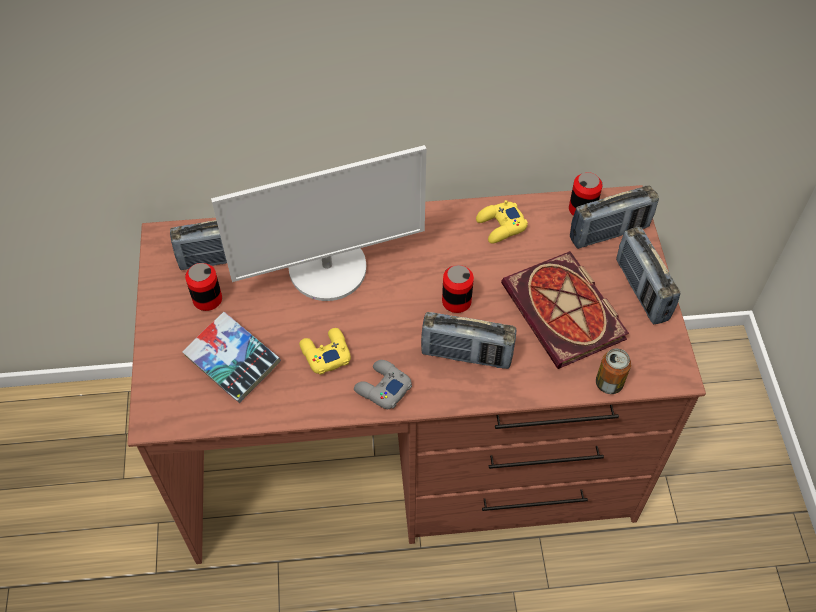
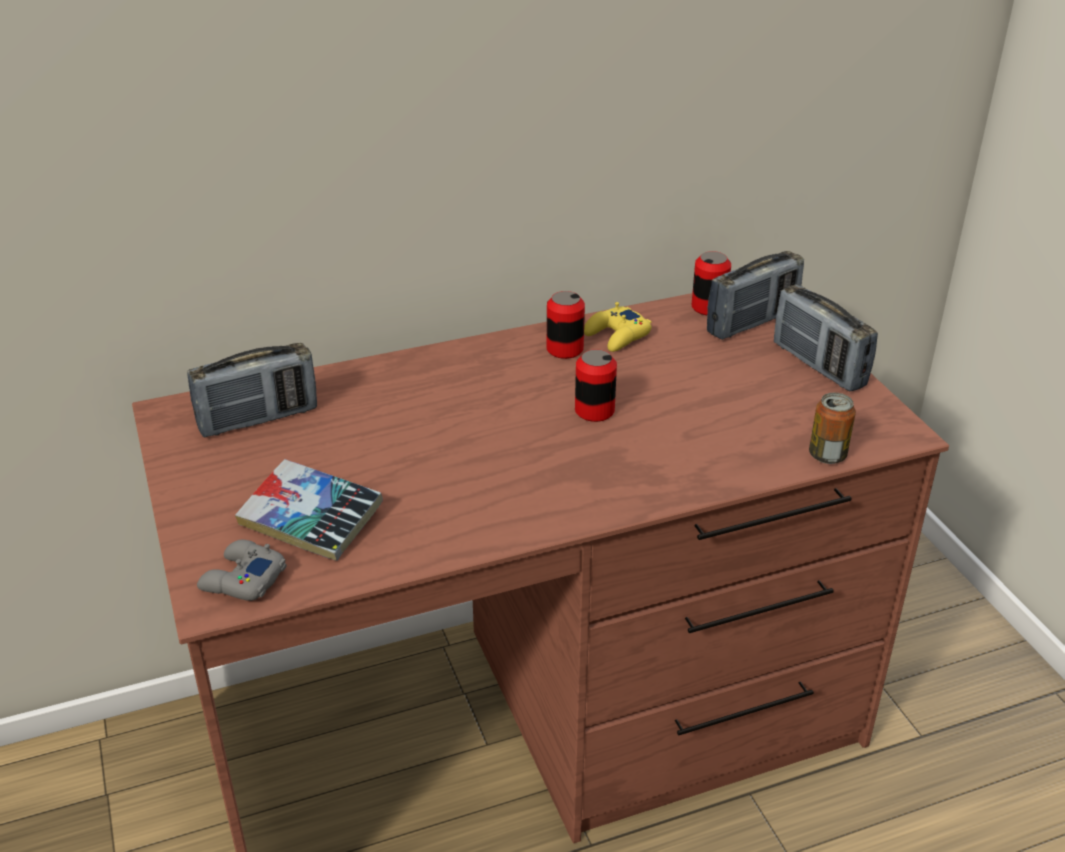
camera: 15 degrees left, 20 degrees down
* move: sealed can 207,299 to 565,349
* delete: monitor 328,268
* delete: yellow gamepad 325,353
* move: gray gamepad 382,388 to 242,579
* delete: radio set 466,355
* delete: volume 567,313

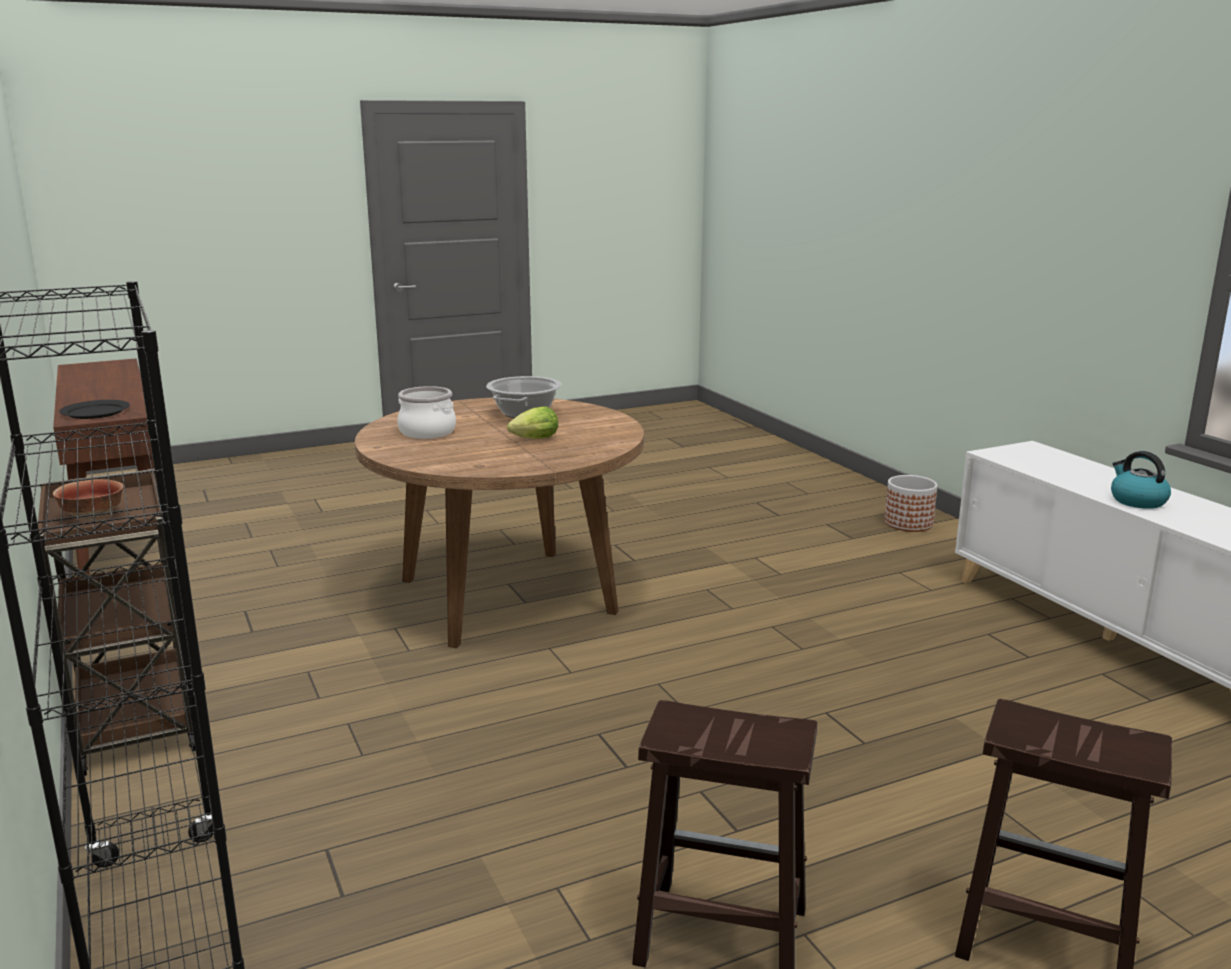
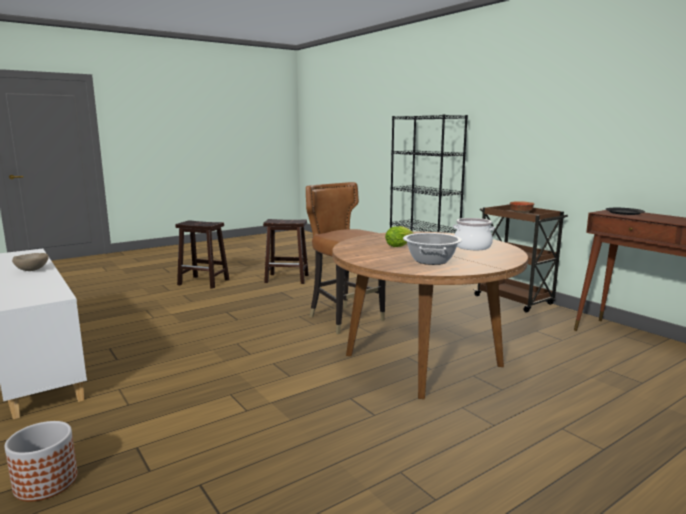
camera: 170 degrees right, 5 degrees down
* replace: kettle 1137,501 to beige bowl 32,270
* insert: brownish upright chair 346,320

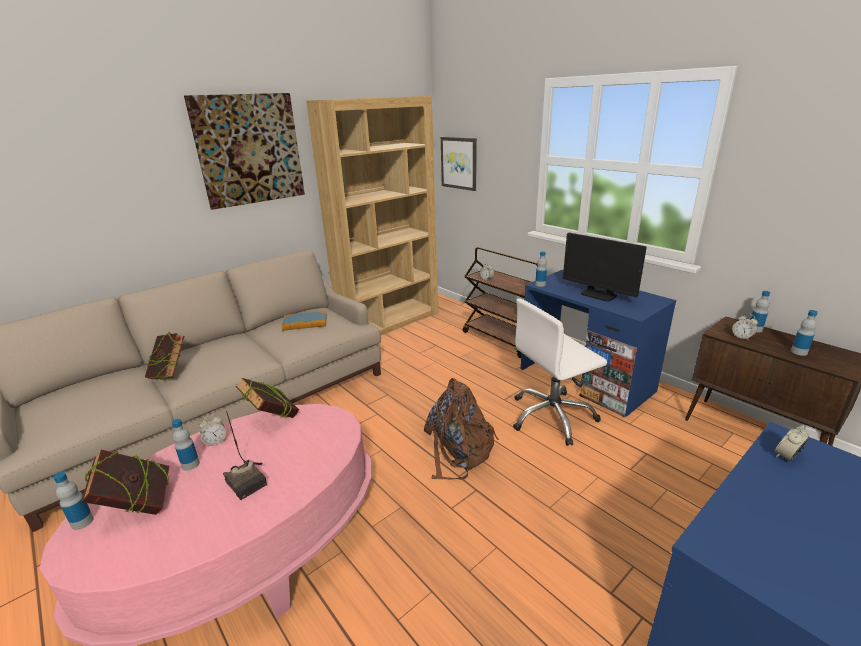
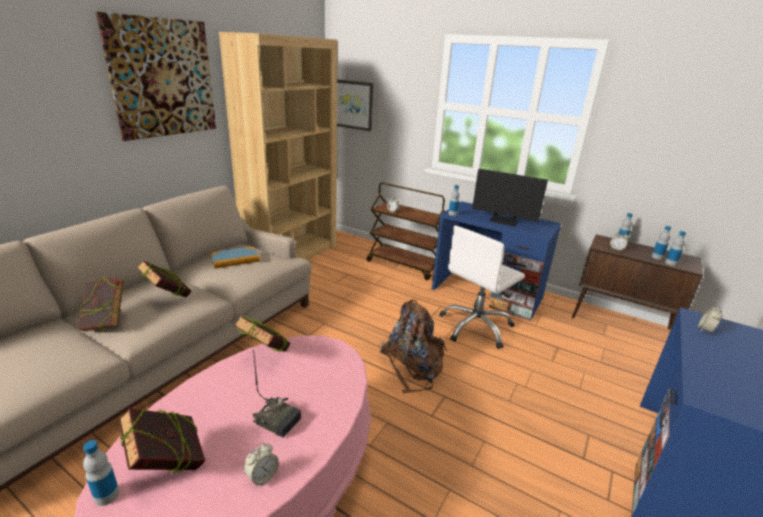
camera: 20 degrees left, 0 degrees up
* move: beverage bottle 190,464 to 670,263
* move: bedside clock 215,441 to 262,476
* insert: volume 168,298

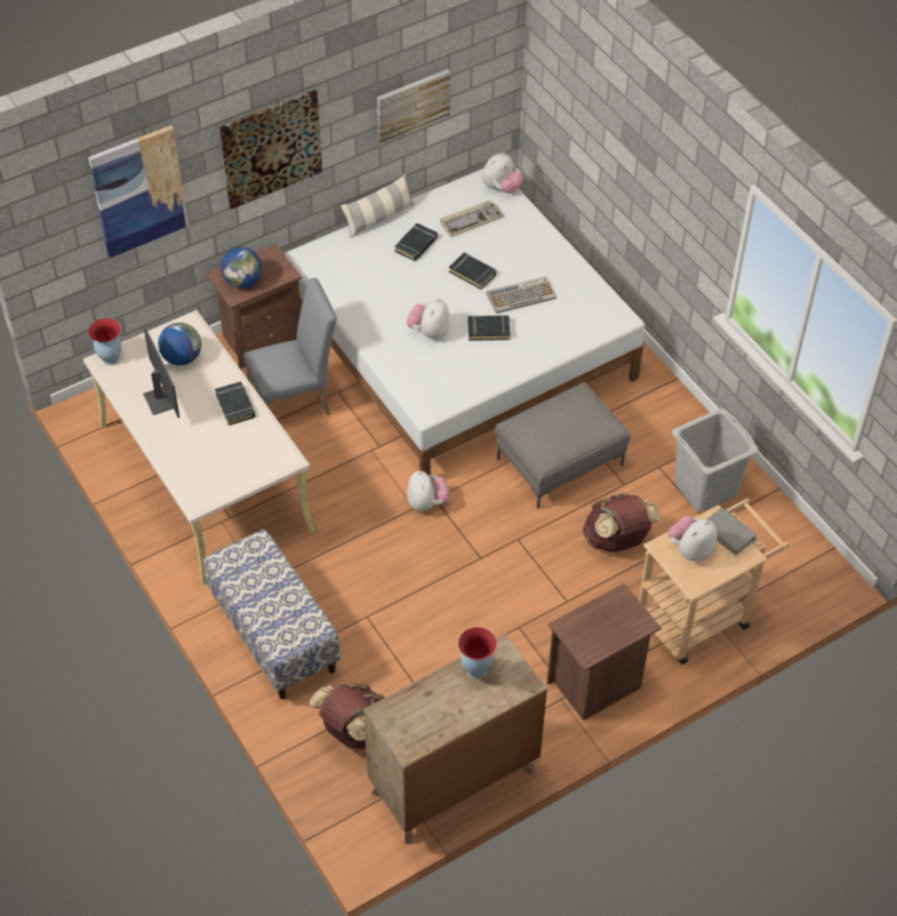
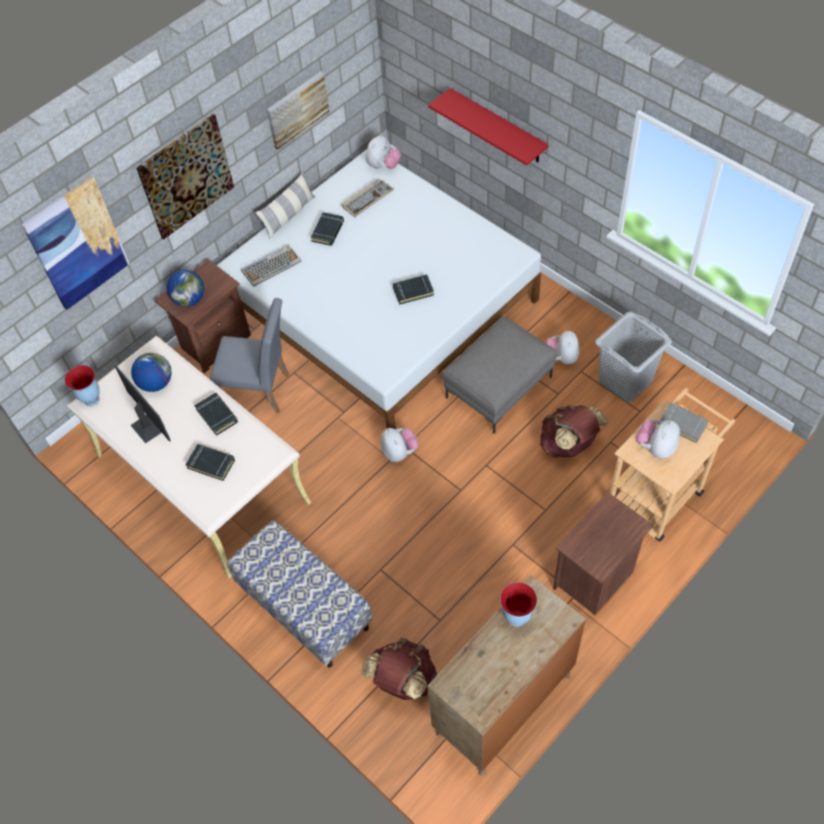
camera: 10 degrees left, 5 degrees up
* rotate: gray upright chair 296,403 = 261,391 45 degrees clockwise
* move: plush toy 429,331 to 561,358
* move: black volume 472,273 to 211,463
* move: keyboard 521,295 to 271,266
* insert: red wall shelf 498,126

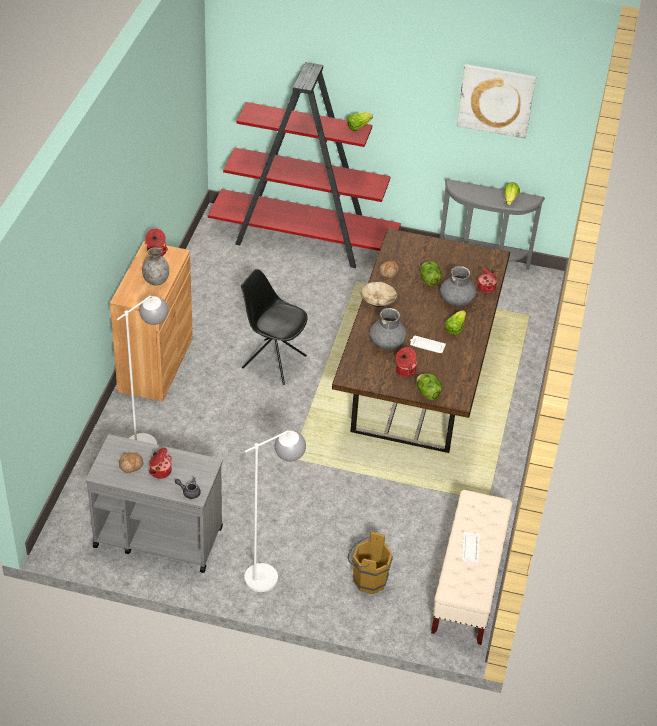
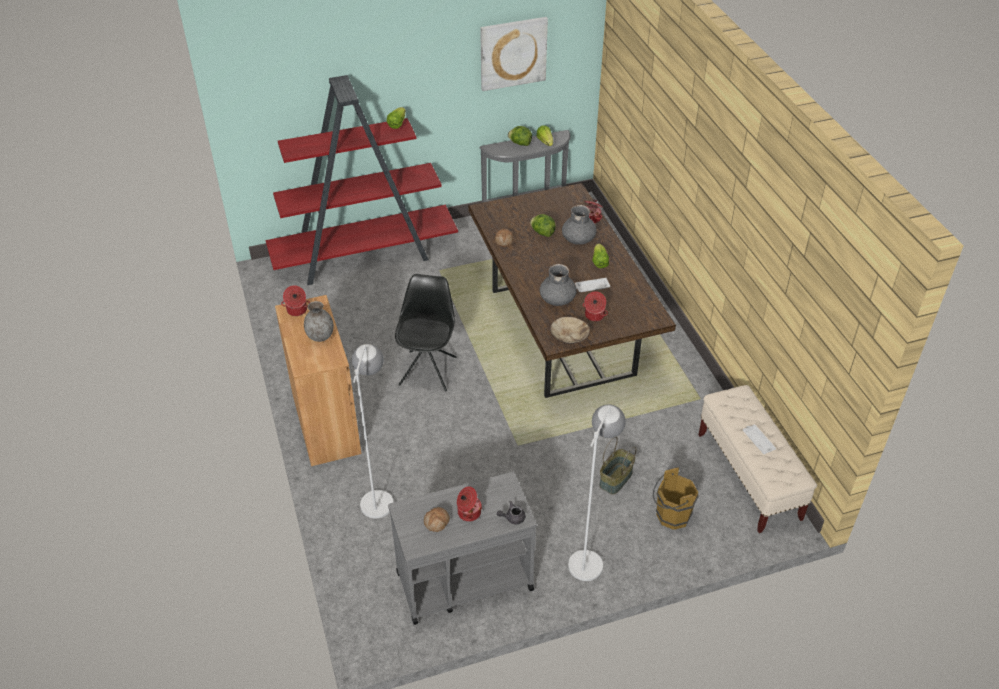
camera: 30 degrees left, 0 degrees up
* rotate: black upright chair 273,361 = 428,370 105 degrees clockwise
* move: beige bowl 378,301 to 569,337
* move: lettuce head 427,393 to 520,143
* insert: household basket 616,479

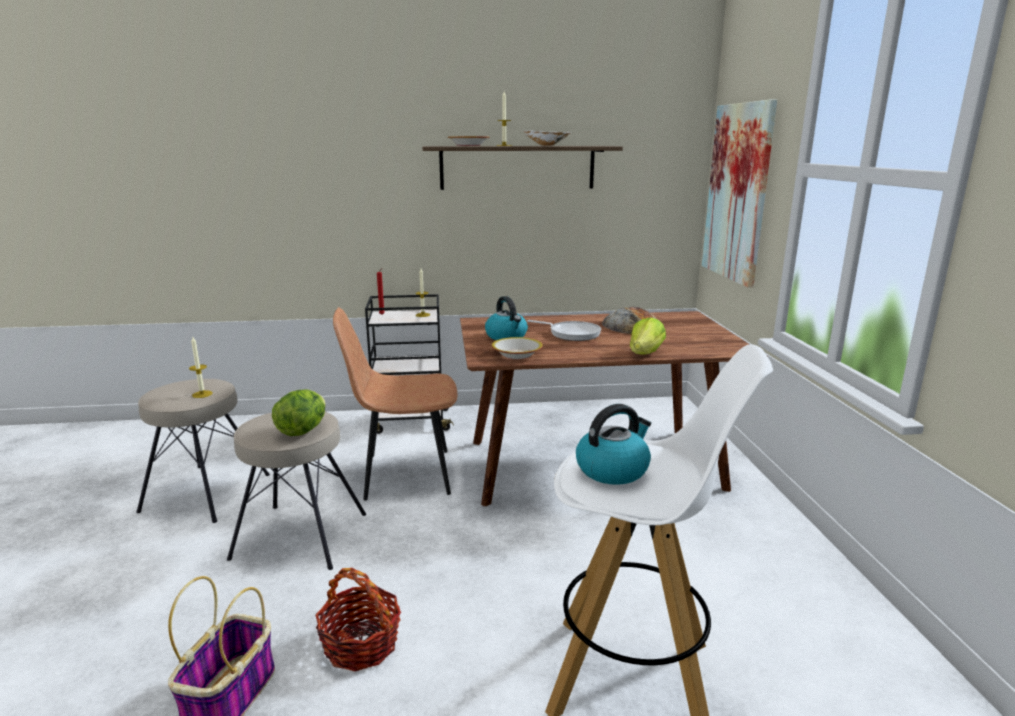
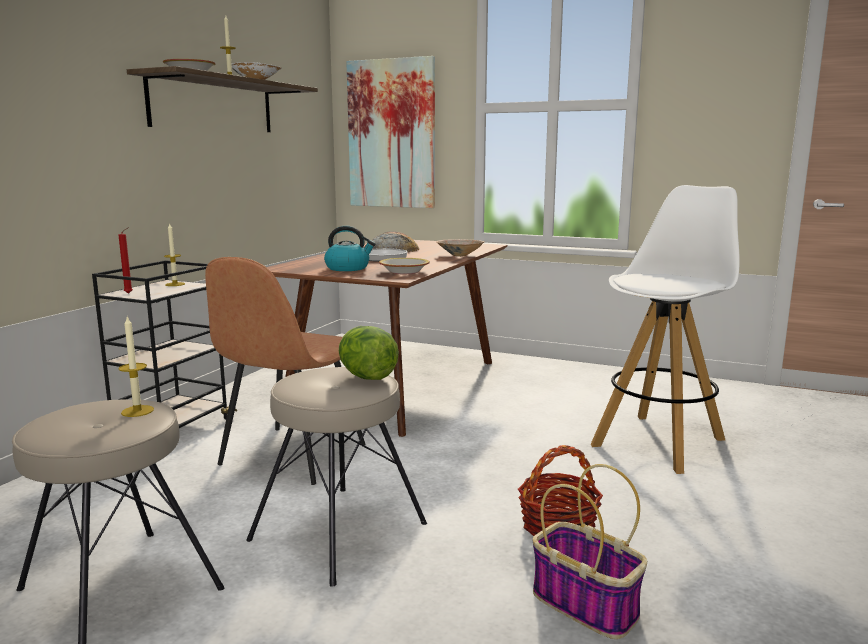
camera: 60 degrees left, 5 degrees down
* delete: kettle 613,469
* replace: lettuce head 645,353 to beige bowl 460,255

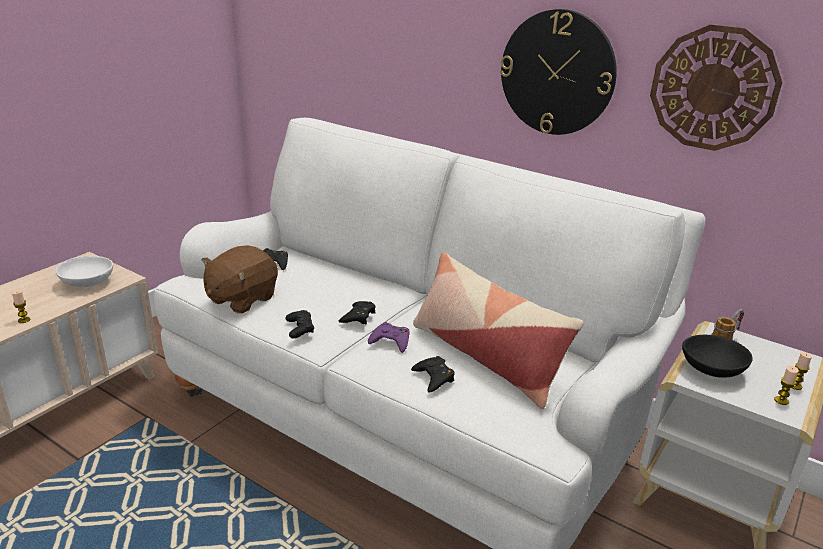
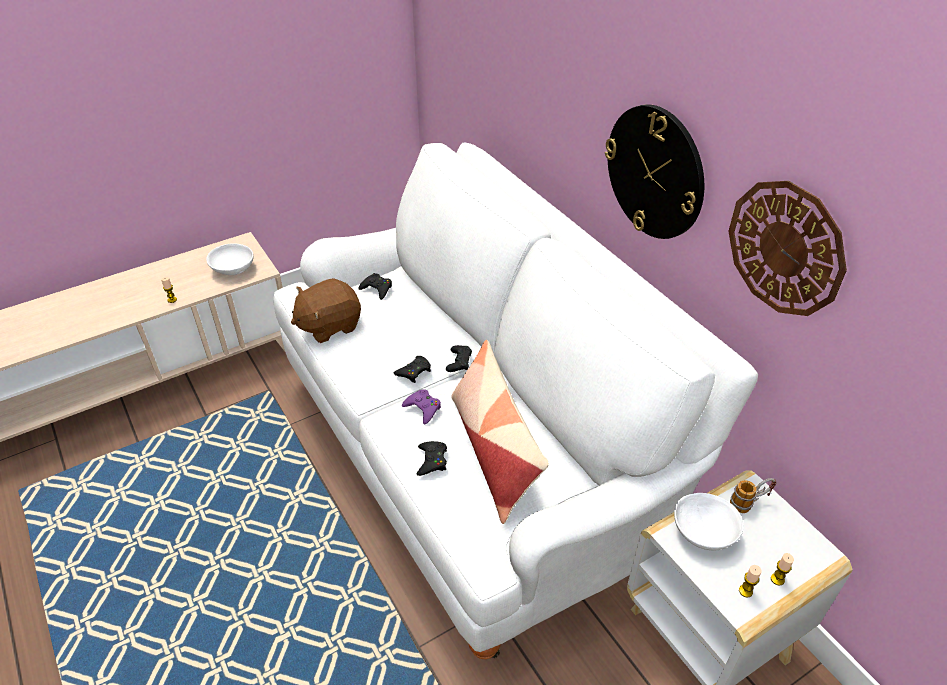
camera: 25 degrees right, 15 degrees up
* move: black gamepad 300,328 to 459,362
* recolor: black bowl 712,370 to white bowl 703,533

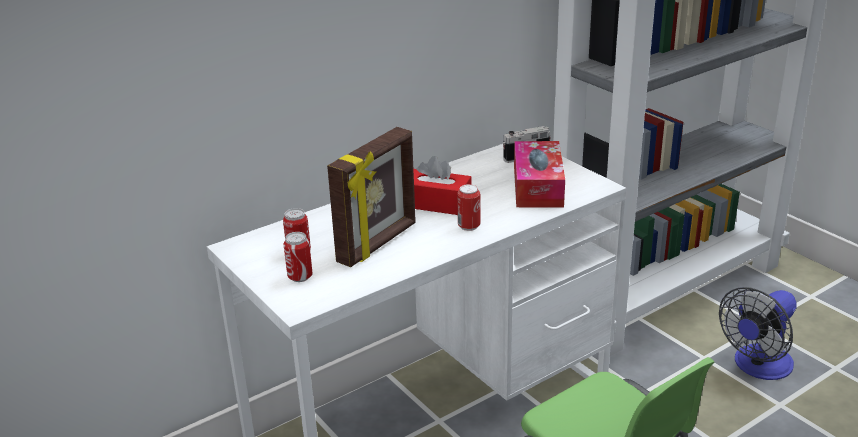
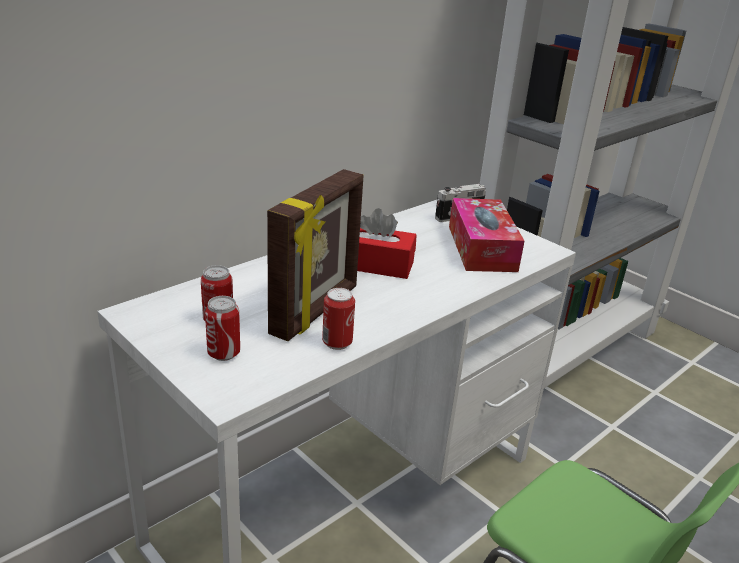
camera: 10 degrees left, 0 degrees up
* move: sealed can 469,226 to 337,343
* delete: cooling fan 758,367

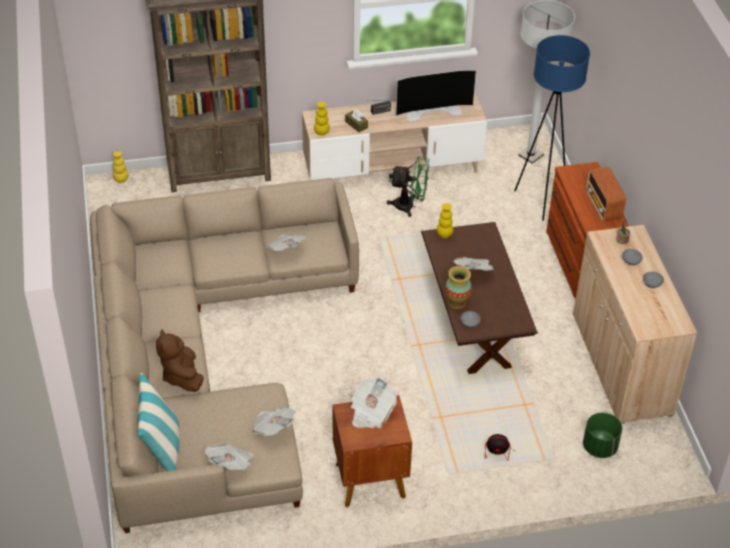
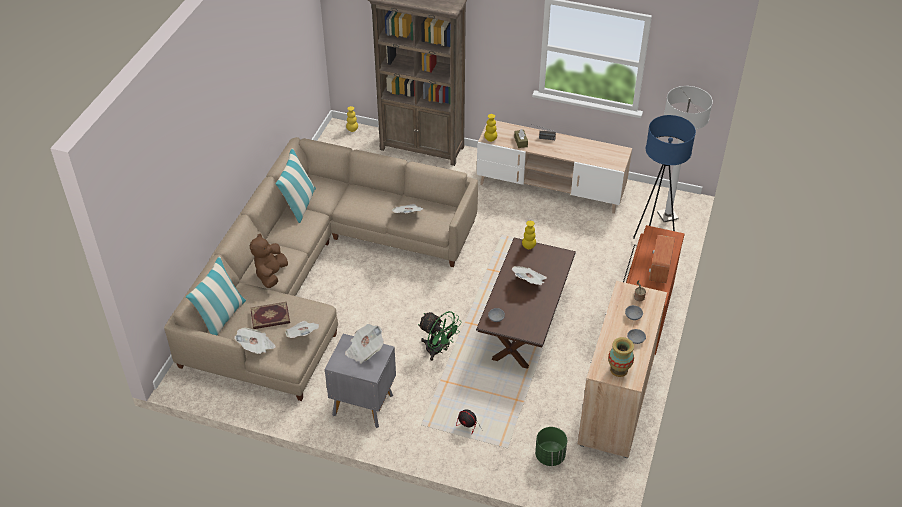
camera: 30 degrees right, 0 degrees up
* recolor: brownish night table 369,479 to gray night table 362,404
* move: green cooling fan 409,206 to 438,350
* delete: TV set 433,110
* move: decorative vase 456,302 to 618,370
* insert: volume 270,317
* insert: throw pillow 299,205

